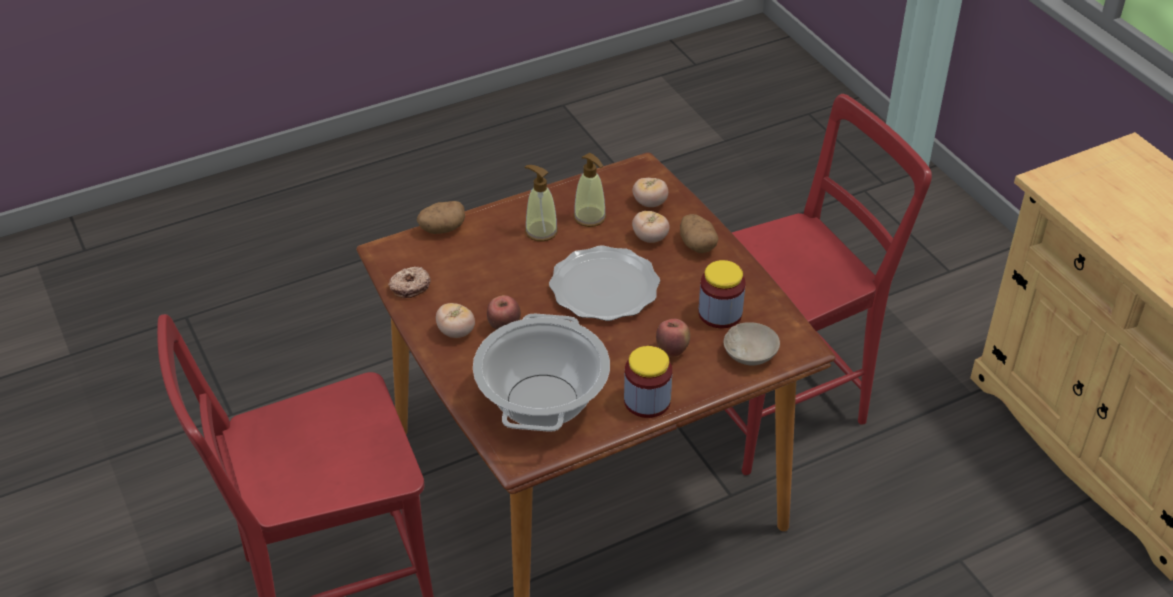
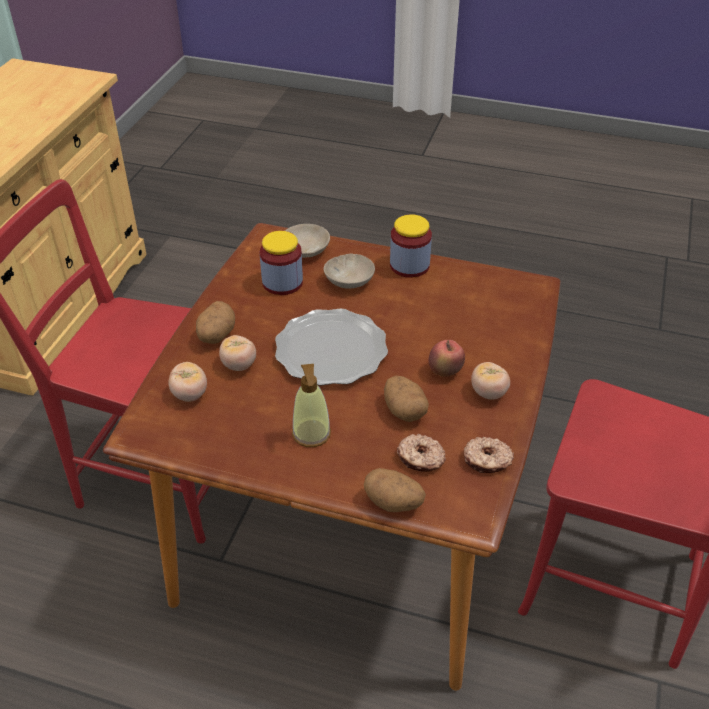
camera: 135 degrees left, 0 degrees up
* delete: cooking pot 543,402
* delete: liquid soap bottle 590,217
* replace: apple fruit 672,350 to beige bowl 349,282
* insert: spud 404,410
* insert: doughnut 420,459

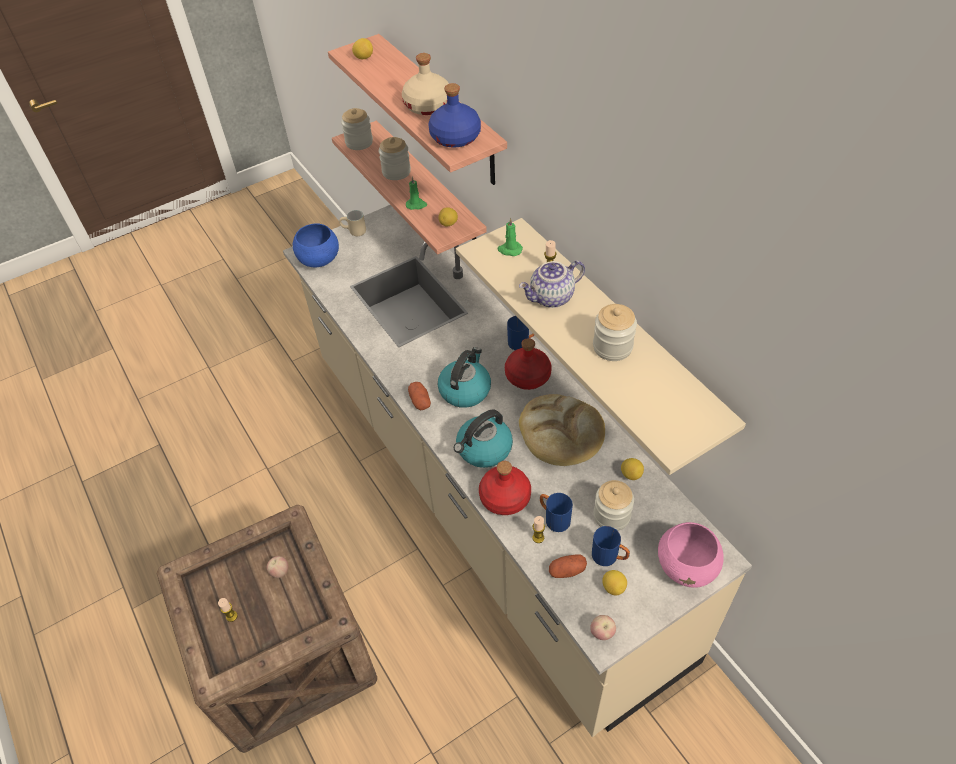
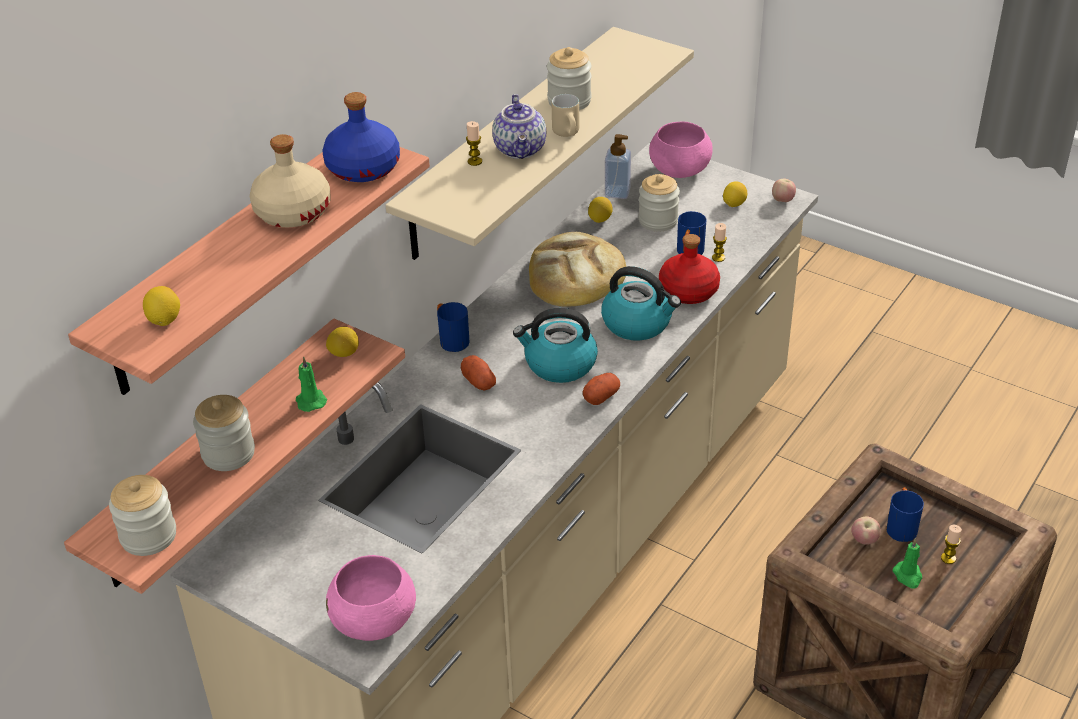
camera: 115 degrees left, 10 degrees down
* recolor: blue bowl 318,260 to pink-coloured bowl 375,622
* move: beige coffee mug 354,232 to 569,134
* move: green wax candle 509,250 to 908,576
* delete: red beverage bottle 528,376
* rotate: tea pot 552,298 = 521,149 45 degrees clockwise
* move: spud 567,571 to 479,382
* move: blue coffee mug 609,557 to 900,526
* insert: liquid soap bottle 617,192

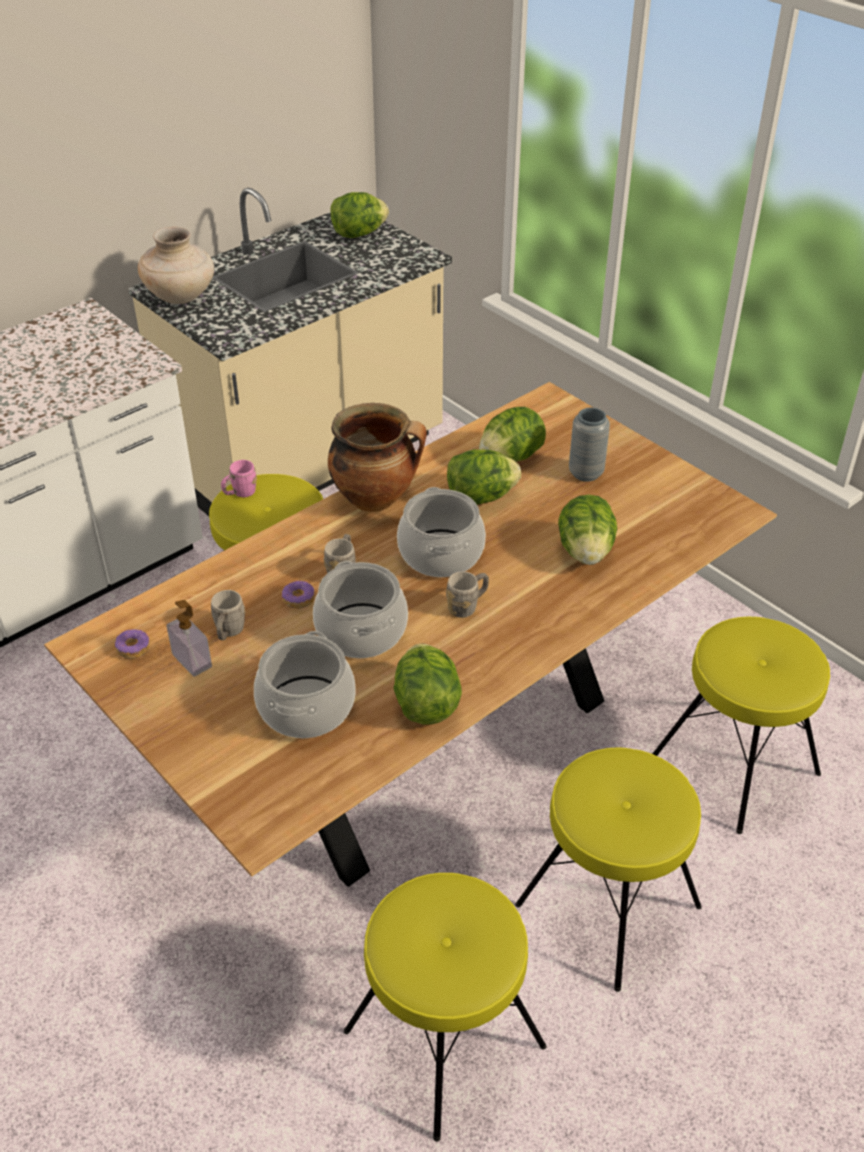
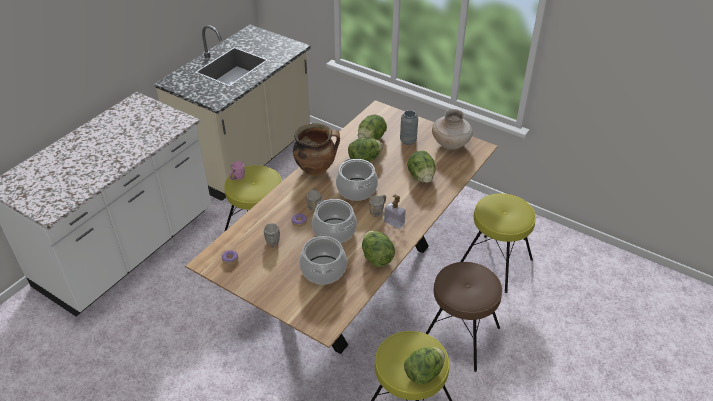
camera: 15 degrees left, 0 degrees up
* move: beige decorative vase 181,297 to 451,144
* move: liquid soap bottle 192,661 to 394,223
* move: lettuce head 358,234 to 423,373
* recolor: yellow sitting stool 608,906 to brownish sitting stool 460,336

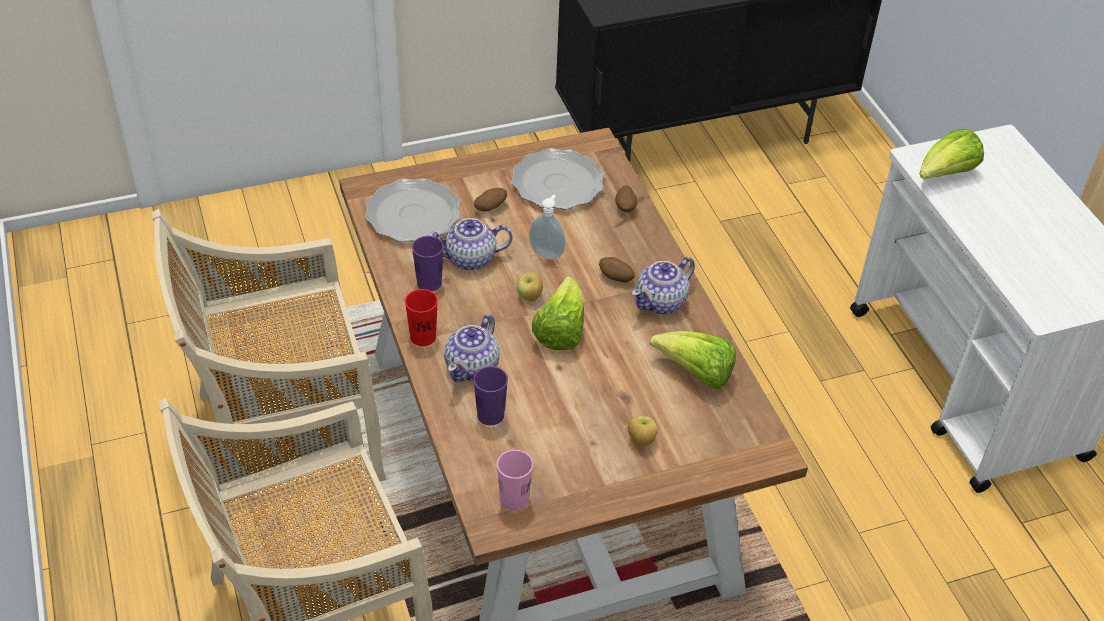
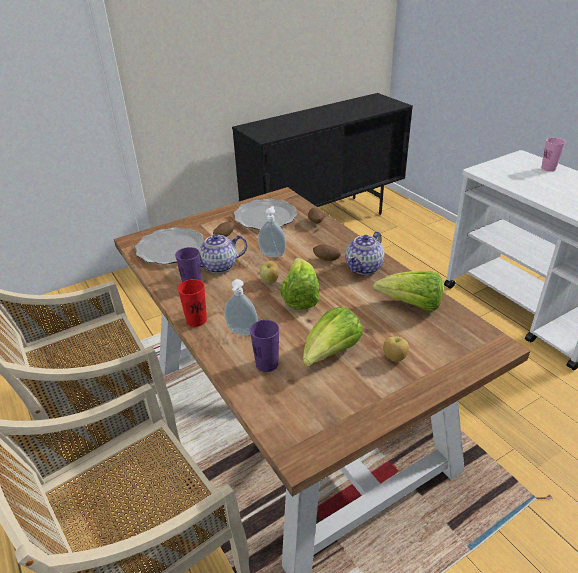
camera: 10 degrees left, 10 degrees down
* replace: tea pot 473,367 to liquid soap bottle 242,333
* move: pink-coloured small cup 514,499 to 548,168
* move: lettuce head 945,174 to 331,354

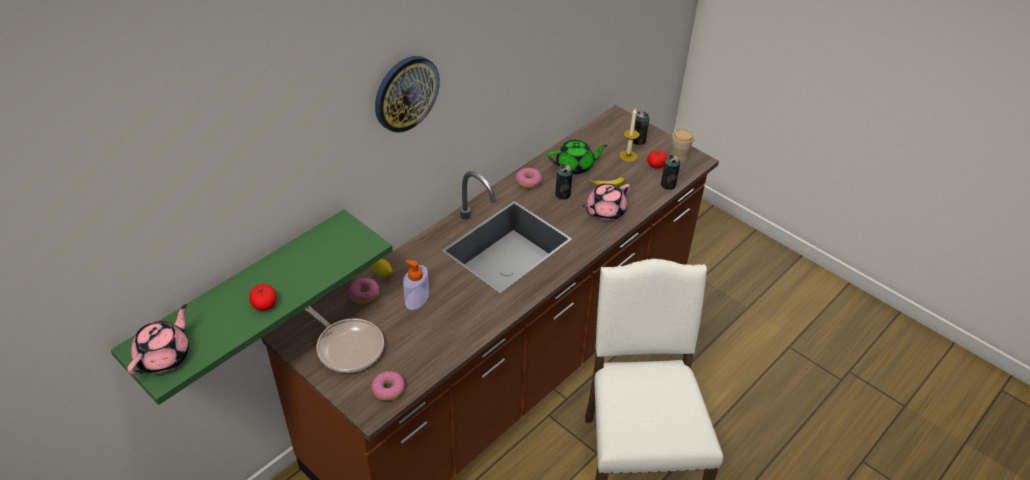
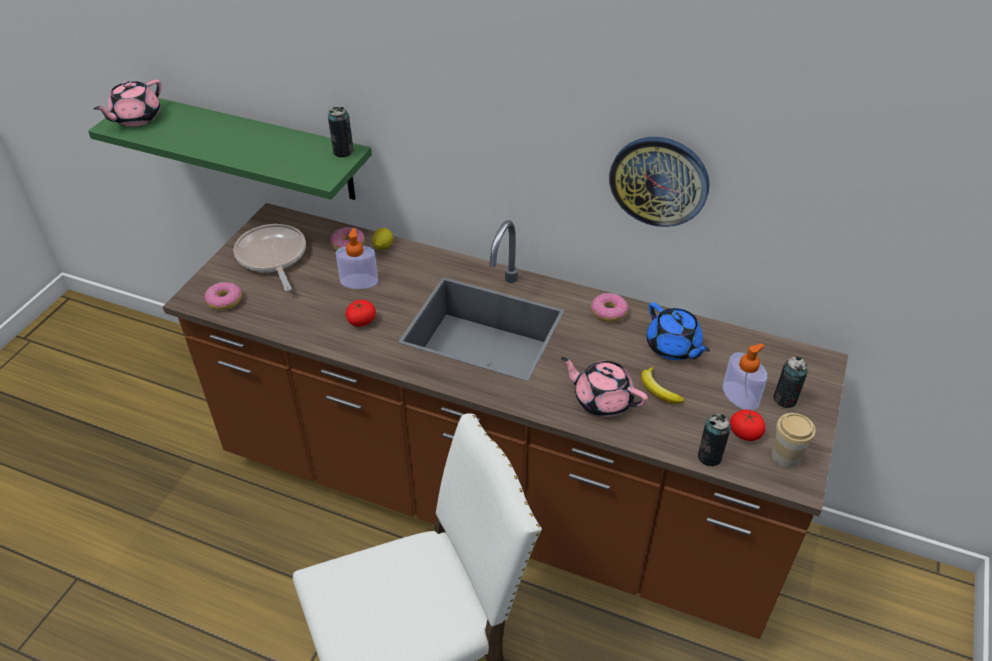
camera: 70 degrees right, 0 degrees up
* rotate: pink-coloured tea pot 165,356 = 136,118 120 degrees clockwise
* move: whole tomato 264,304 to 361,321
* rotate: frying pan 348,347 = 272,257 135 degrees clockwise
* move: clock on the wall 406,93 to 659,181
* recolor: green tea pot 575,166 to blue tea pot 673,347
* move: sealed can 562,194 to 343,152
* replace: wax candle 628,156 to liquid soap bottle 740,396

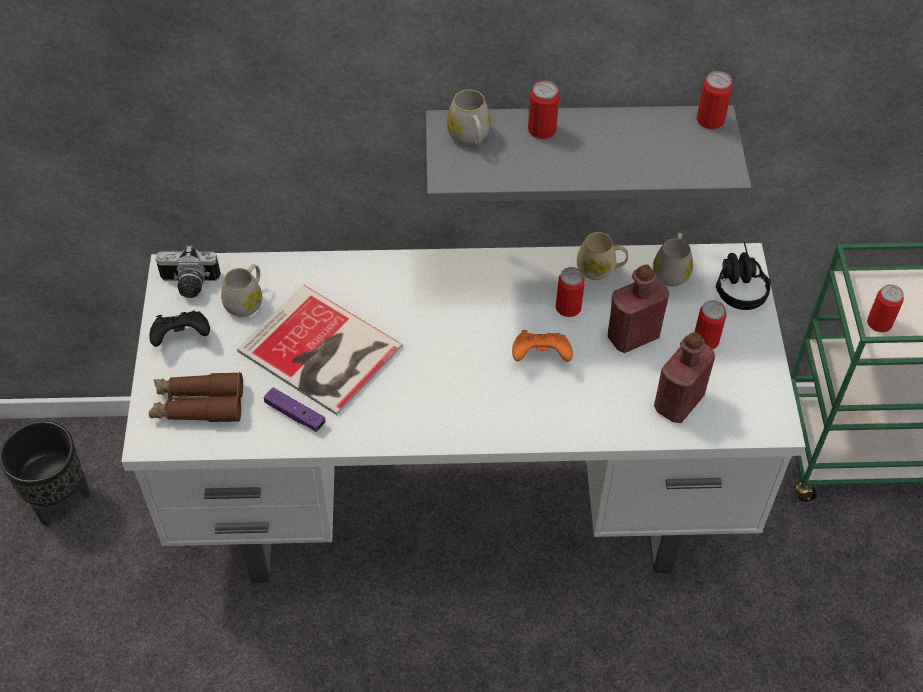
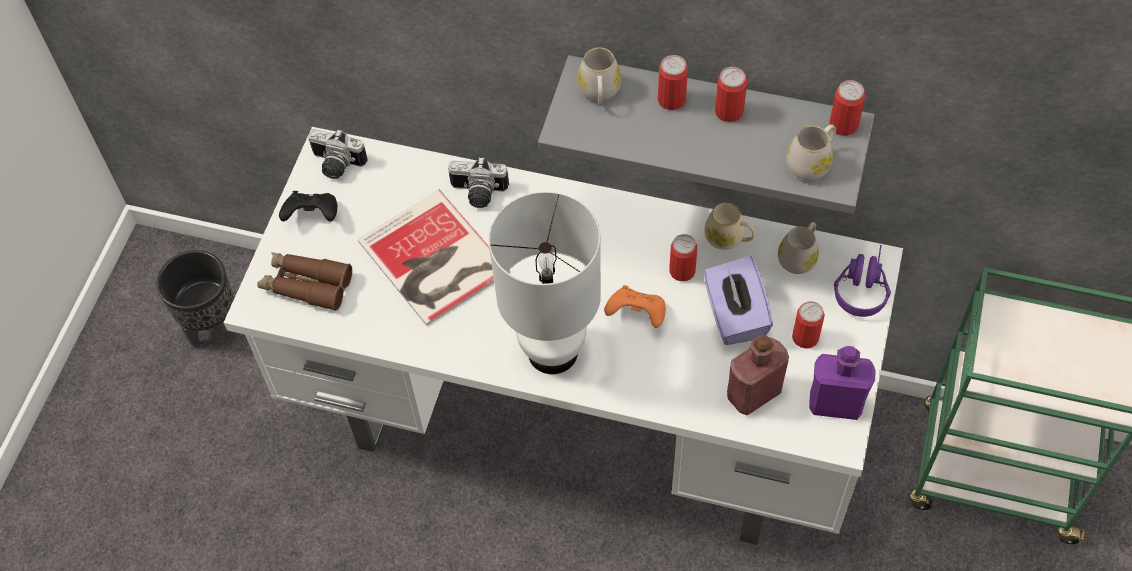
camera: 20 degrees right, 5 degrees up
* move: white coffee mug 246,301 to 811,163
* delete: purple gamepad 295,414
* replace: red beverage bottle 633,336 to purple tissue box 734,315
* recolor: black headset 738,283 to purple headset 861,285
* move: sealed can 879,323 to 729,111
* insert: photo camera 478,194
* insert: white table lamp 552,353
* insert: purple beverage bottle 835,404

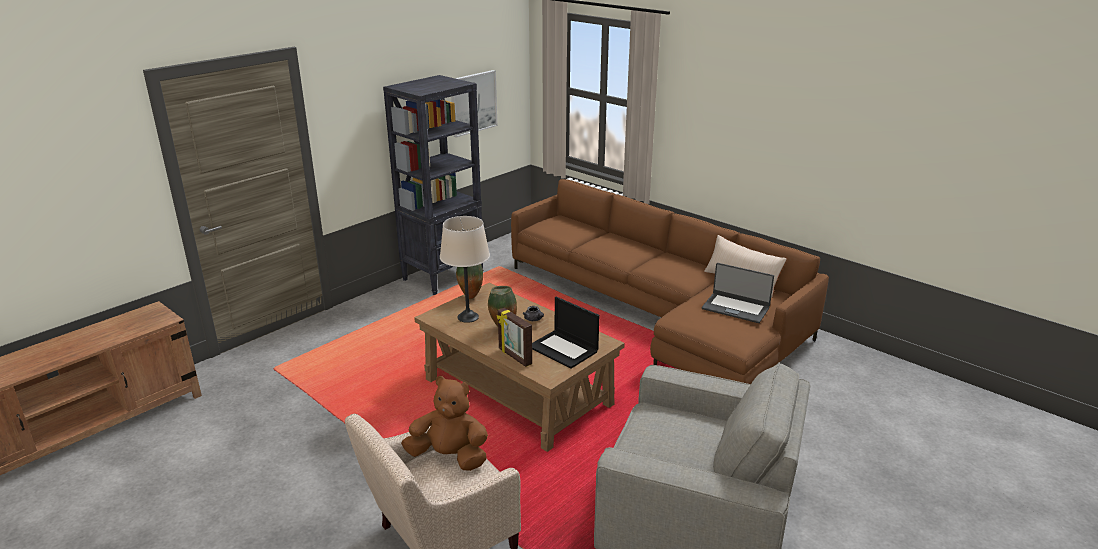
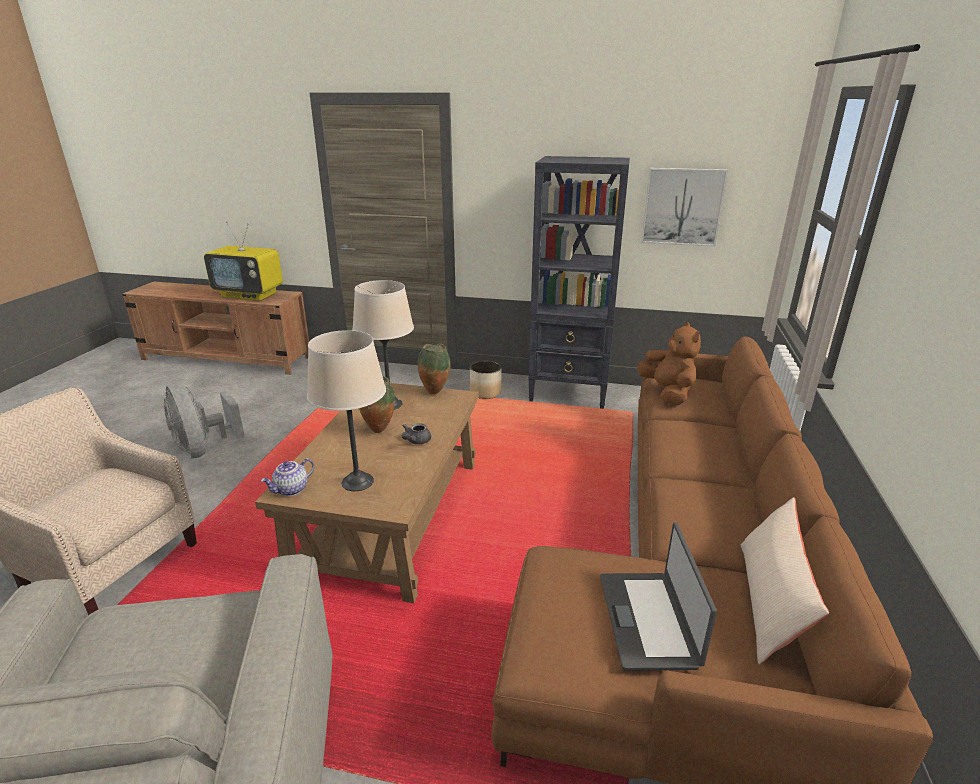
camera: 60 degrees right, 0 degrees up
* move: brownish plush toy 449,457 to 667,393
* delete: standing frame 514,357
* replace: notebook computer 564,349 to beige table lamp 357,482
* insert: gray cooling fan 204,449
* insert: TV set 250,295
* insert: tea pot 291,490
* insert: plant pot 485,393

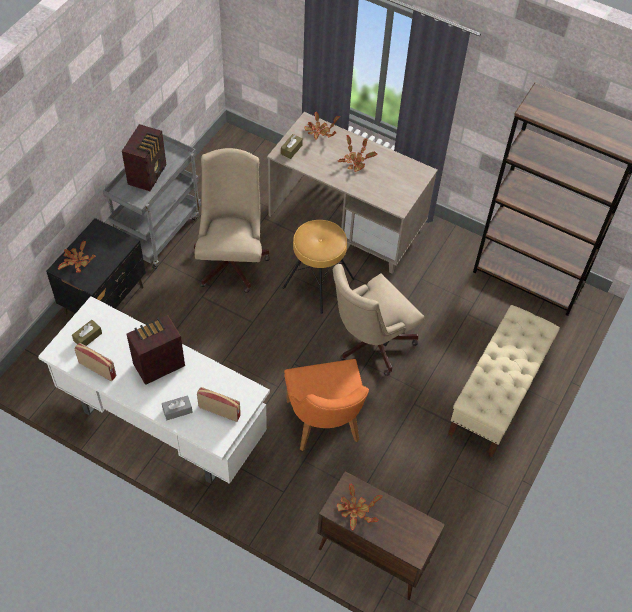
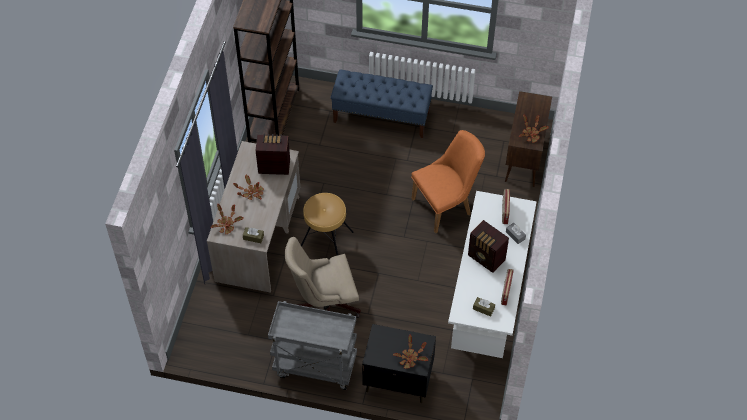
camera: 105 degrees left, 0 degrees up
* move: radio set 148,174 to 273,166
* delete: beige desk chair 370,343
* recolor: beige long seat 497,396 to blue long seat 382,117

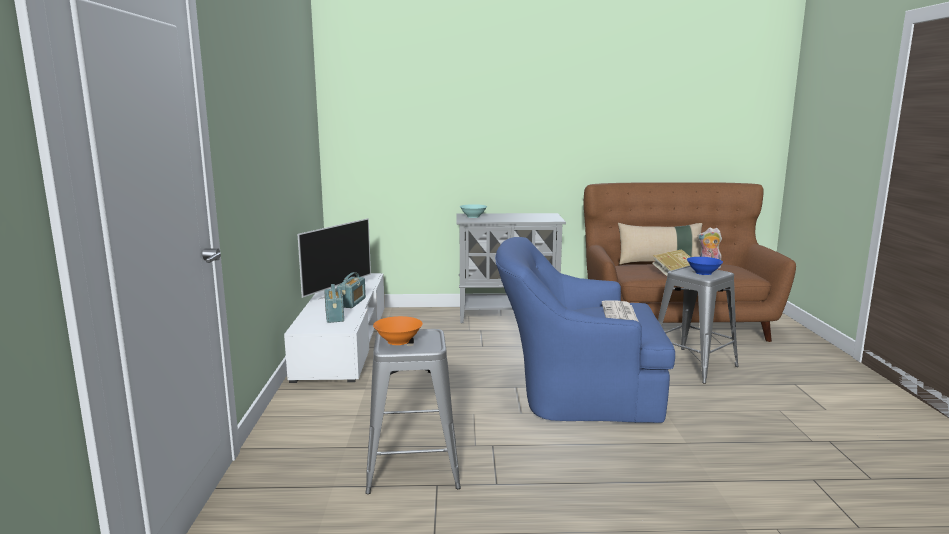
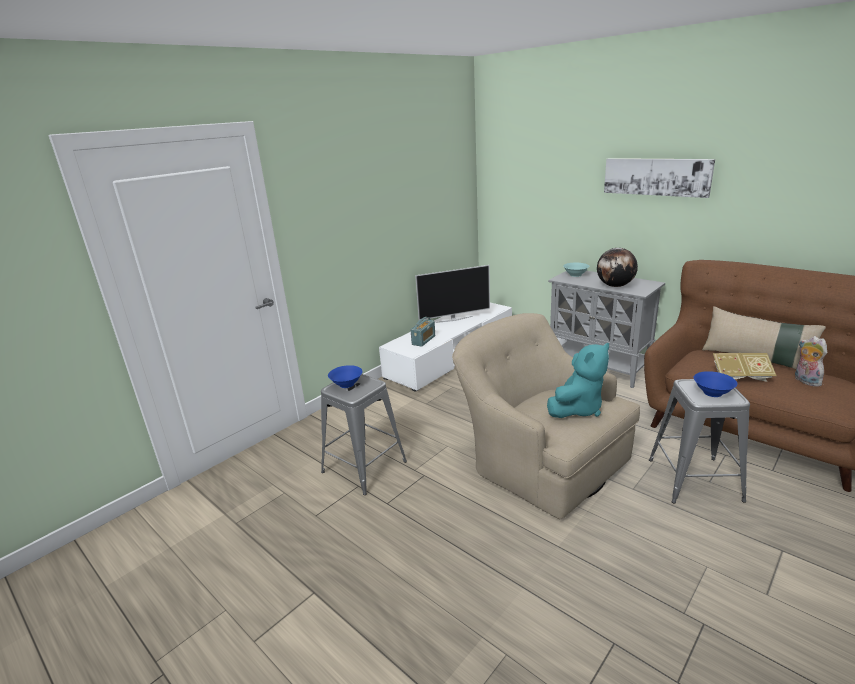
camera: 45 degrees right, 10 degrees up
* delete: radio set 352,302
* recolor: orange-coloured bowl 397,341 to blue bowl 346,384
* recolor: blue easy chair 575,393 to beige easy chair 540,461
* replace: daily paper 620,313 to blue-green plush toy 577,409
* insert: globe 615,286
* insert: wall art 656,176

